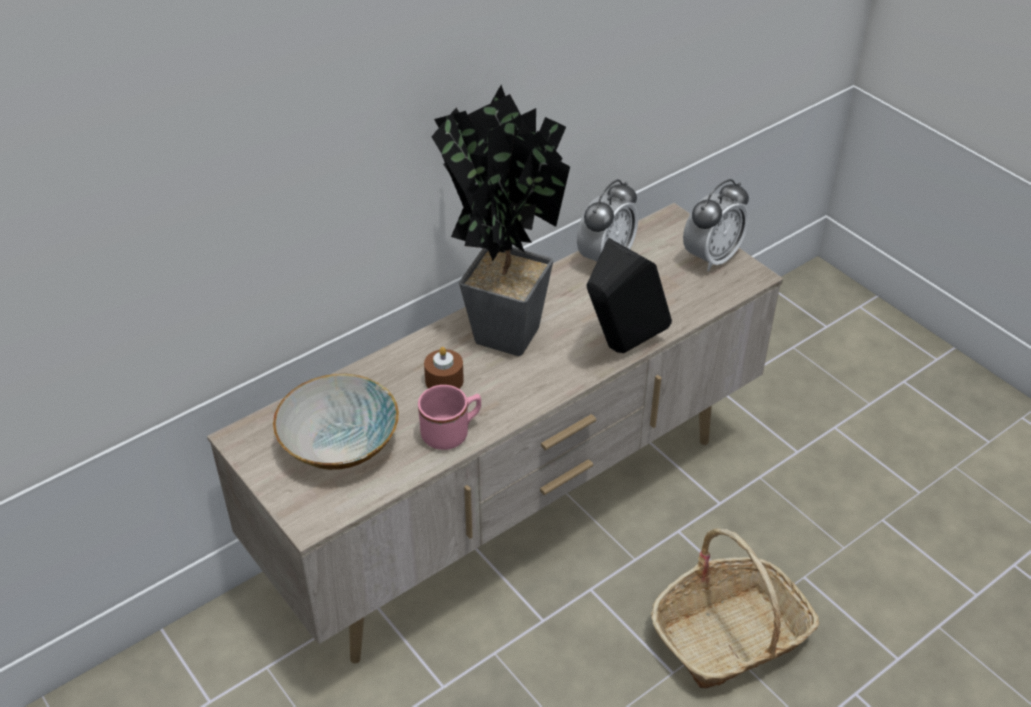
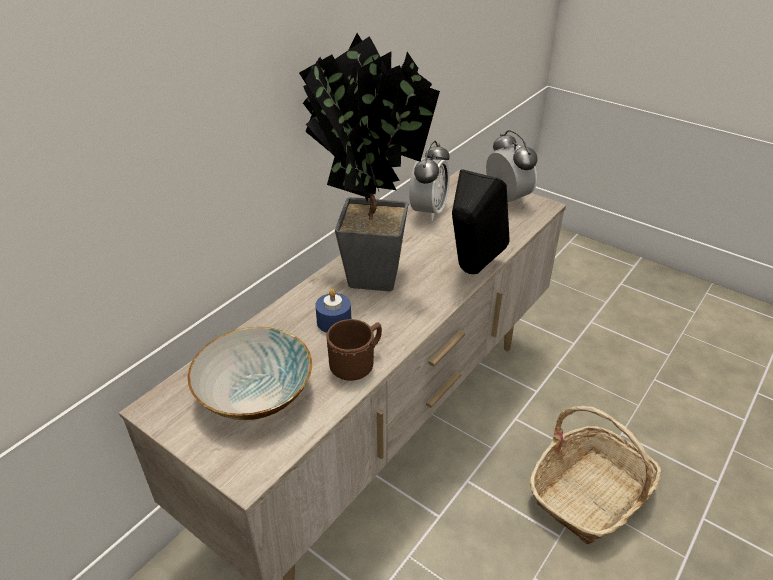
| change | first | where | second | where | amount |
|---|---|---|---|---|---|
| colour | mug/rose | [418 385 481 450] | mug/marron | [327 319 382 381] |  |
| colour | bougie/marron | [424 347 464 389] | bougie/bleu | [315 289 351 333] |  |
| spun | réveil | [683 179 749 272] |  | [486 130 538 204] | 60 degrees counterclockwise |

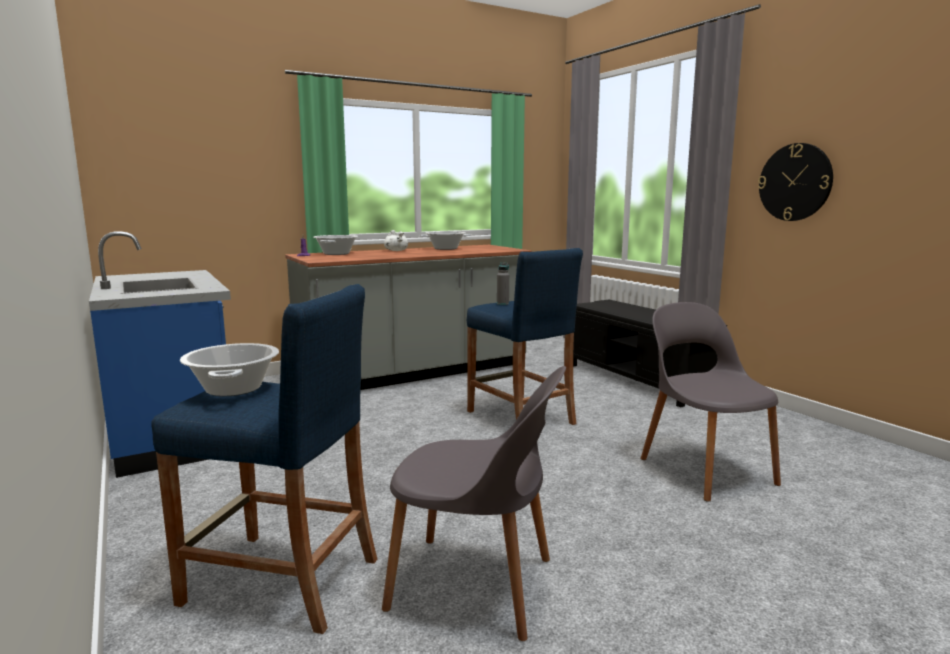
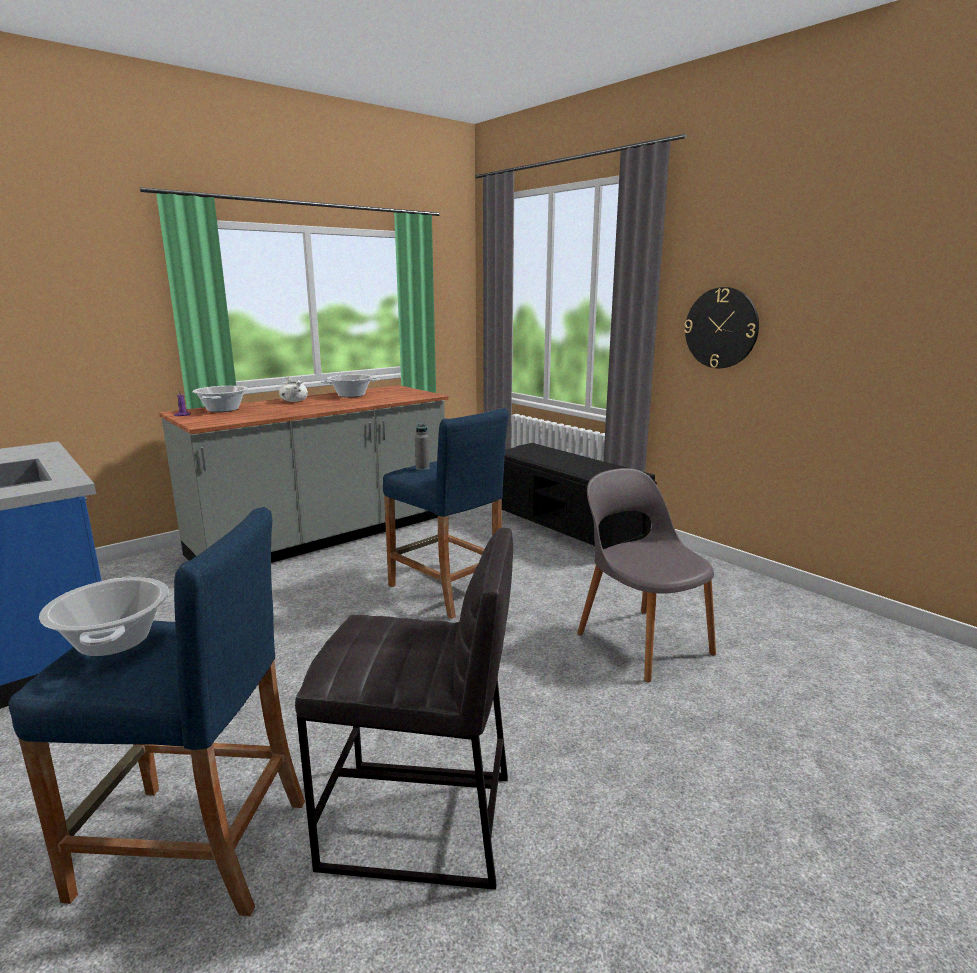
| change | first | where | second | where | amount |
|---|---|---|---|---|---|
| exchanged | chaise/gris | [382 366 566 641] | tabouret/gris | [295 528 513 890] |  |

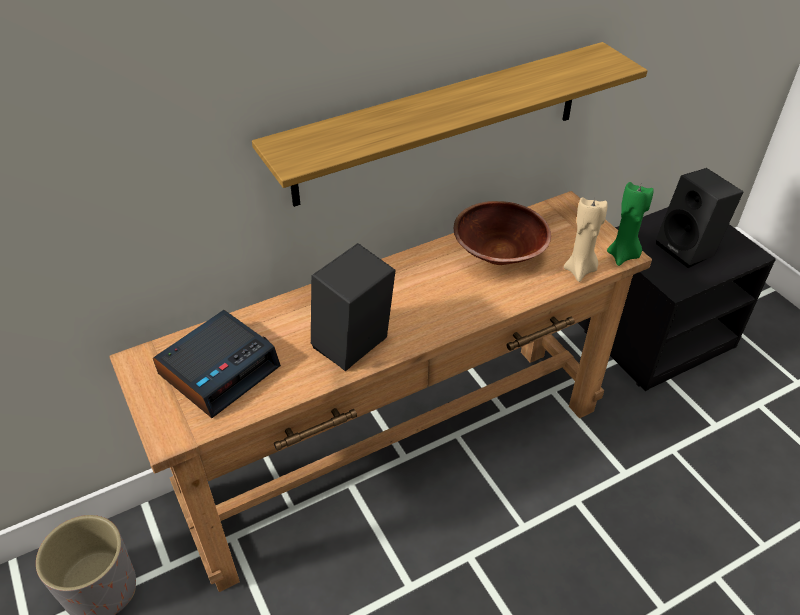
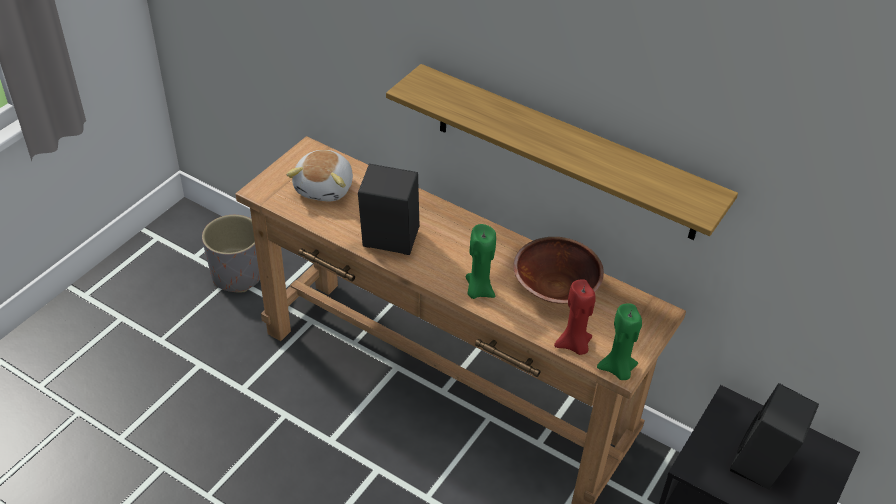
| change | first | where | second | where | amount |
|---|---|---|---|---|---|
| exchanged | réveil | [153 310 281 418] | peluche | [286 150 353 201] |  |
| colour | bougie/beige | [564 197 608 282] | bougie/rouge | [554 279 596 355] |  |
| appeared |  |  | bougie/vert | [466 224 496 299] |  |

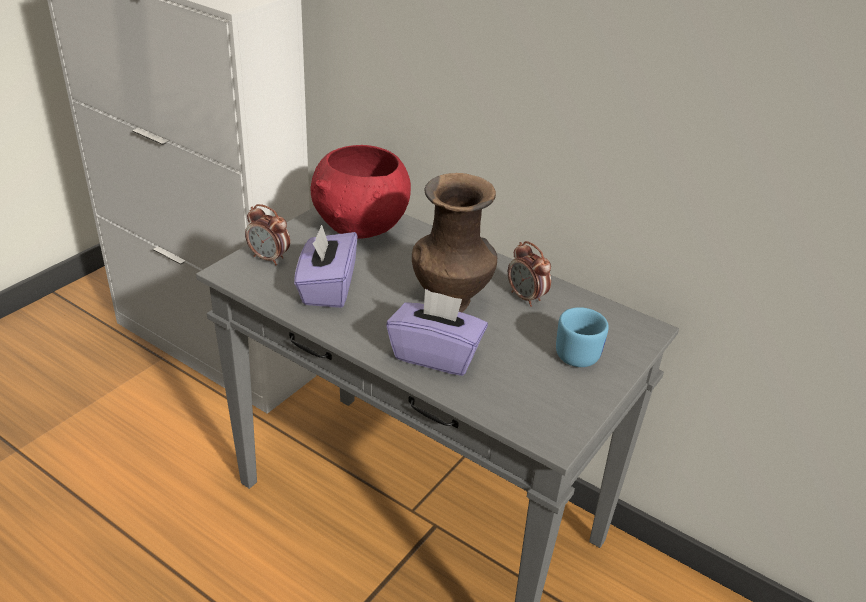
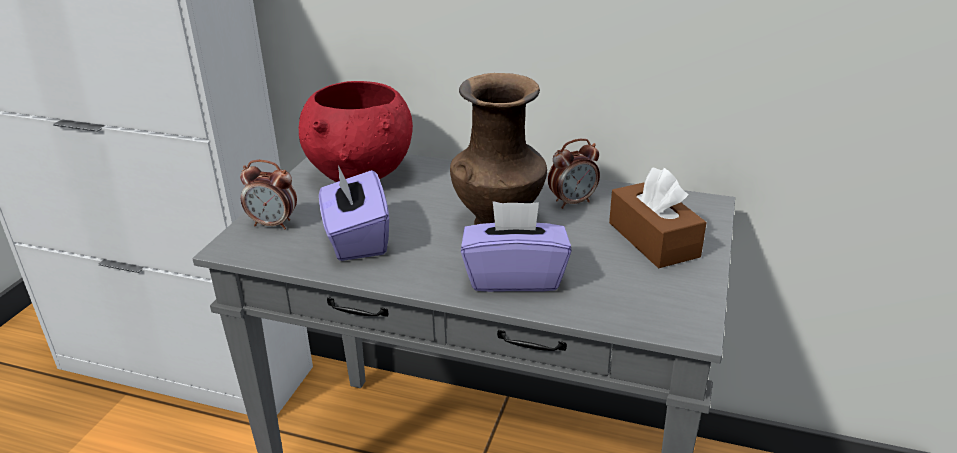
| change | first | where | second | where | amount |
|---|---|---|---|---|---|
| spun | réveil | [508 241 551 307] |  | [548 139 600 209] | 60 degrees counterclockwise |
| exchanged | mug/bleu | [556 307 609 367] | boîte à mouchoirs/marron | [609 168 707 268] |  |

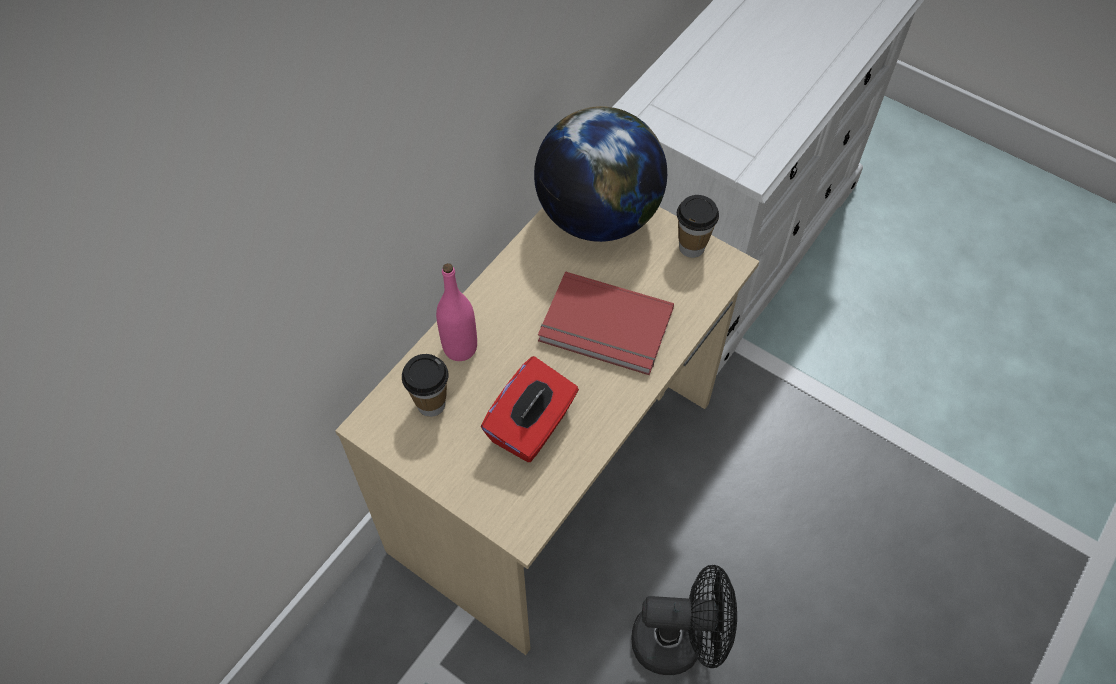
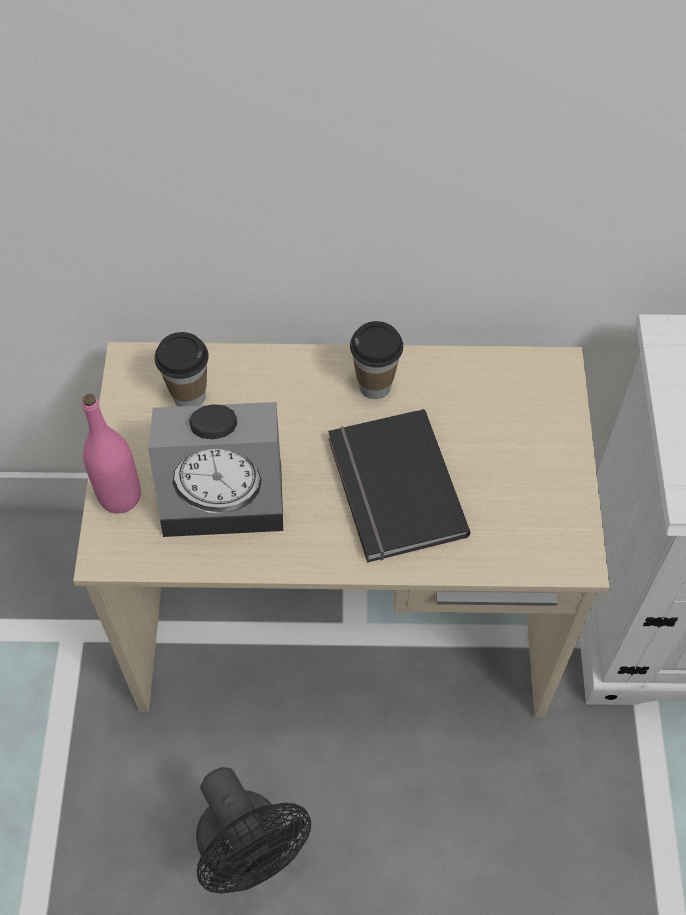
| change | first | where | second | where | amount |
|---|---|---|---|---|---|
| relocated | bouteille/rose | [436 263 477 361] |  | [82 394 141 513] |  |
| exchanged | boîte à mouchoirs/rouge | [481 356 579 462] | réveil | [148 402 283 537] |  |
| missing | globe | [534 106 667 242] |  |  |  |
| colour | livre/rouge | [538 271 674 375] | livre/noir | [328 409 470 562] |  |
| relocated | tasse | [677 195 719 258] |  | [350 321 403 399] |  |

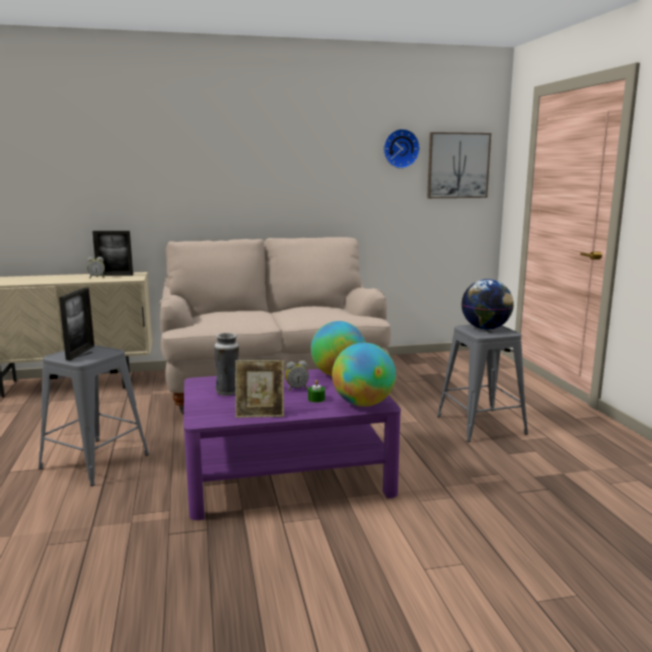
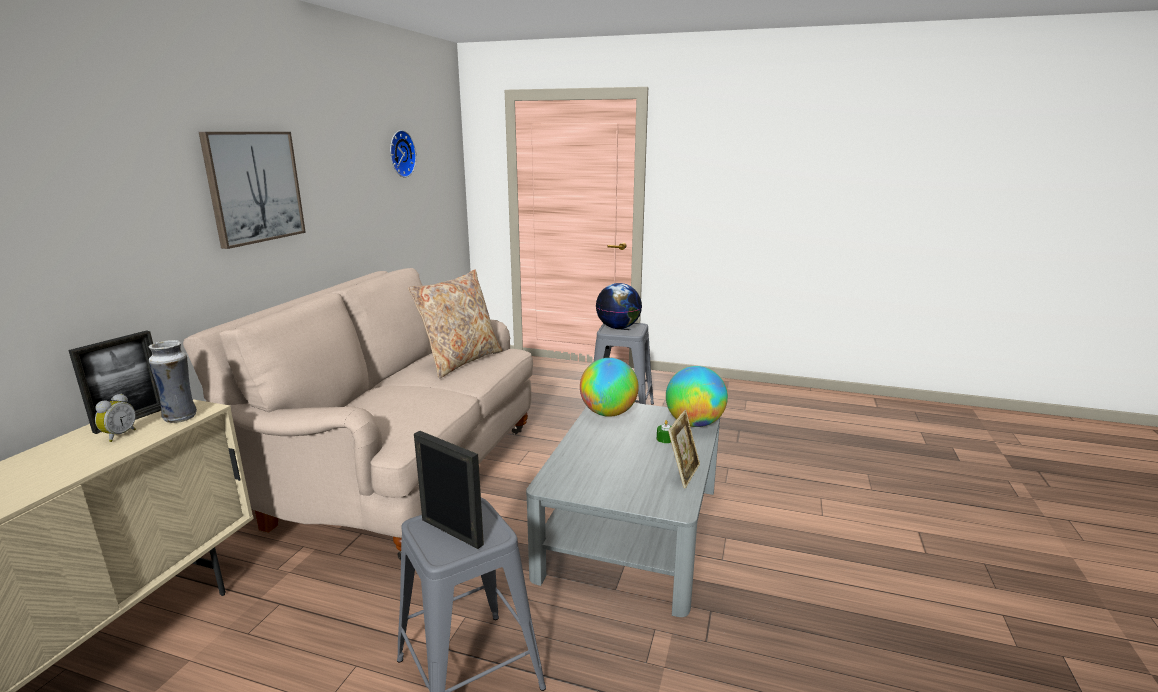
| change | first | where | second | where | amount |
|---|---|---|---|---|---|
| colour | table basse/violet | [184 369 401 520] | table basse/gris | [526 403 720 617] |  |
| relocated | vase | [214 333 239 396] |  | [149 340 197 423] |  |
| missing | réveil | [285 360 309 391] |  |  |  |
| relocated | tableau | [427 132 491 198] |  | [199 132 306 249] |  |
| appeared |  |  | coussin/beige | [408 269 502 379] |  |

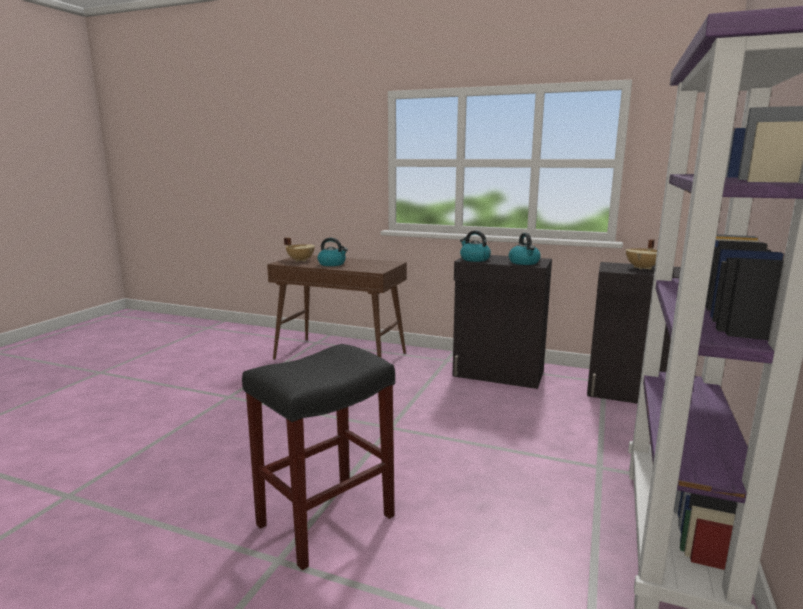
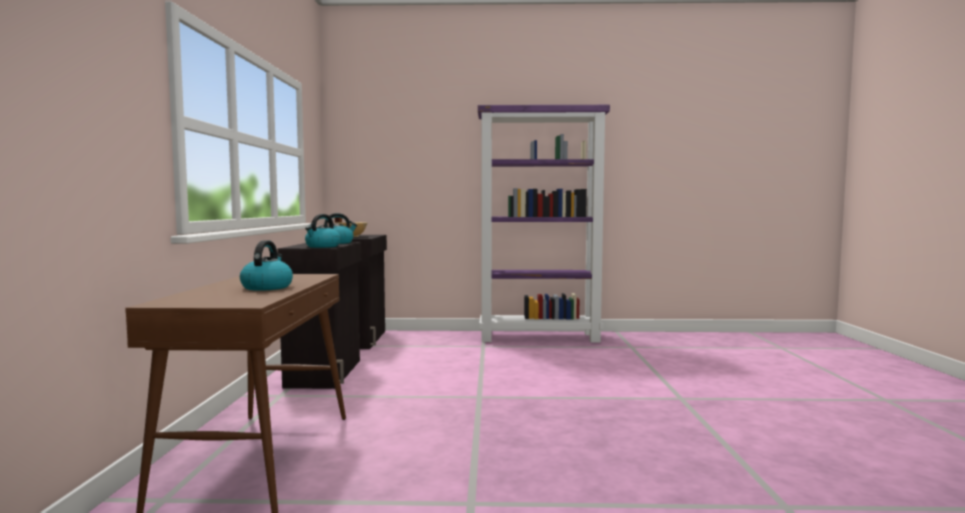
| change | first | where | second | where | amount |
|---|---|---|---|---|---|
| missing | tabouret/noir | [242 344 395 570] |  |  |  |
| missing | marmite/beige | [284 238 315 262] |  |  |  |

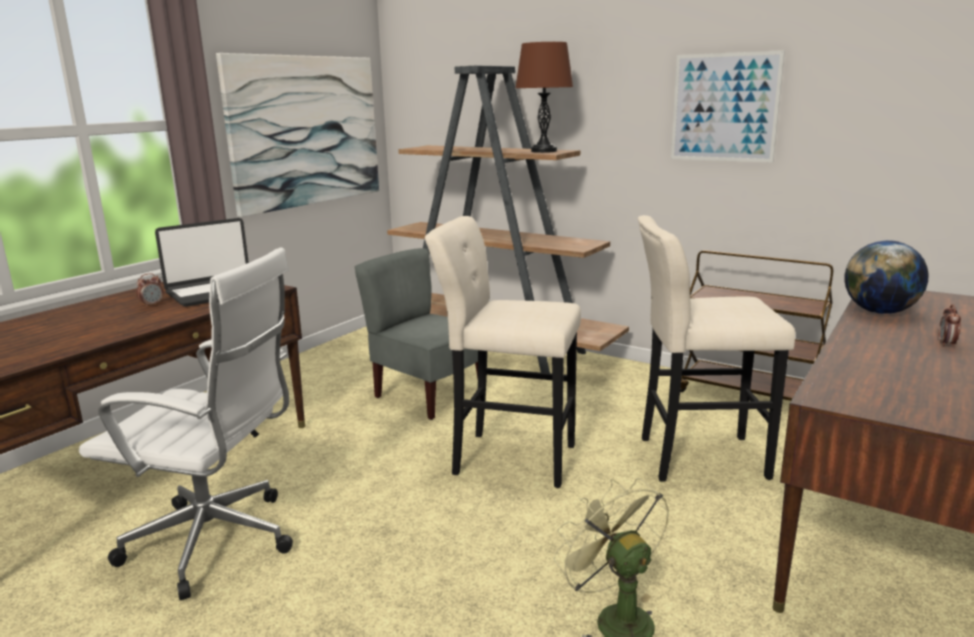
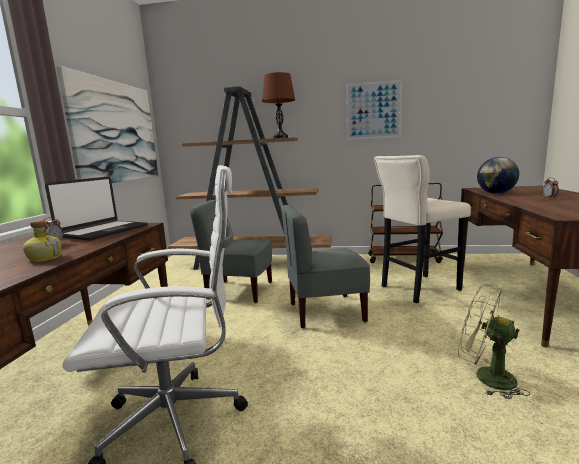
| change | first | where | second | where | amount |
|---|---|---|---|---|---|
| exchanged | tabouret/beige | [425 216 581 488] | chaise/gris | [281 205 370 328] |  |
| appeared |  |  | bouteille | [23 220 62 262] |  |

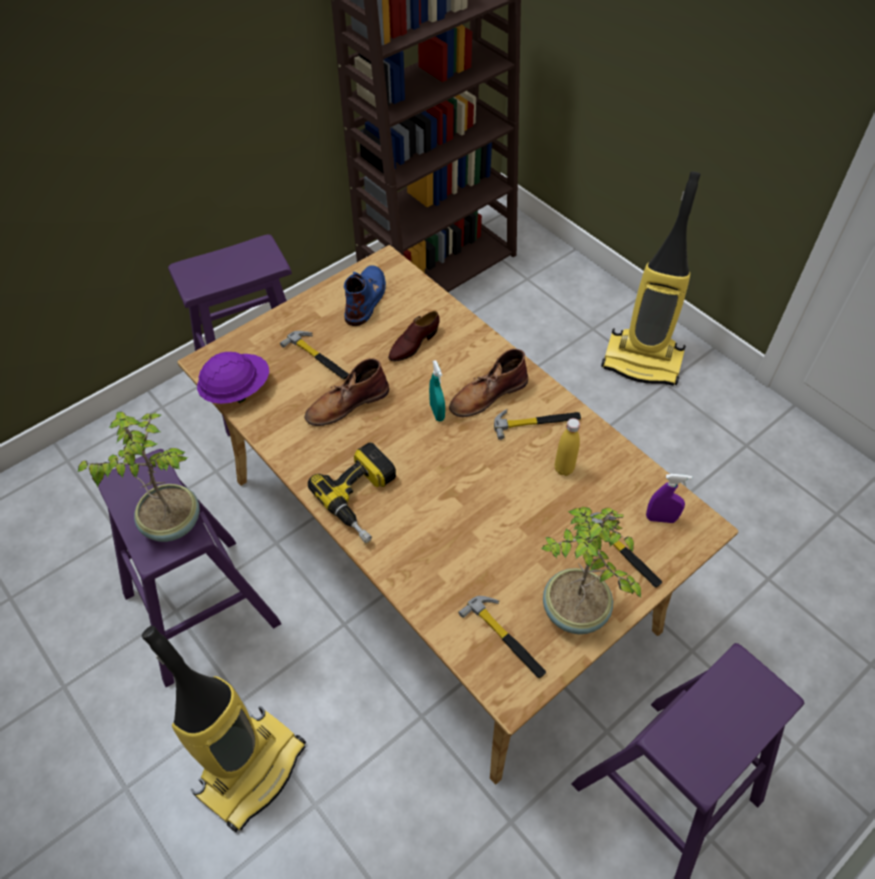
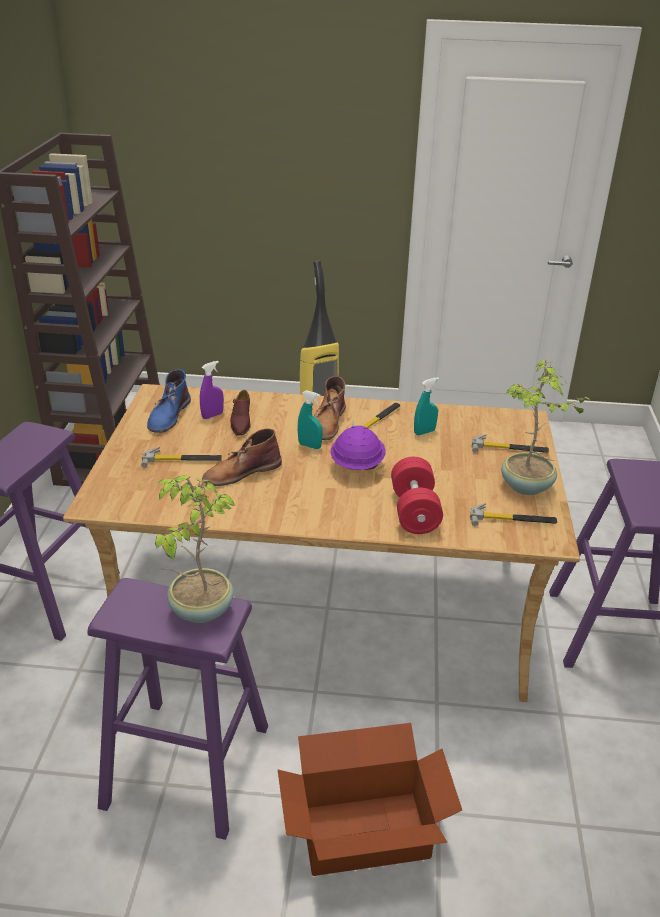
| change | first | where | second | where | amount |
|---|---|---|---|---|---|
| exchanged | aspirateur | [142 626 306 832] | carton | [278 723 462 876] |  |
| relocated | casque de chantier/violet | [197 352 269 404] |  | [331 426 386 470] |  |
| spun | botte/marron | [305 358 389 426] |  | [202 428 282 486] | 45 degrees clockwise |
| missing | perceuse | [308 443 396 543] |  |  |  |
| spun | botte/bleu | [344 265 386 326] |  | [147 369 191 433] | 135 degrees counterclockwise |
| exchanged | bouteille/jaune | [555 418 580 476] | vaporisateur/turquoise | [414 377 439 435] |  |
| relocated | vaporisateur/violet | [646 474 692 523] |  | [200 361 224 419] |  |
| appeared |  |  | haltère/rouge | [391 457 443 534] |  |

